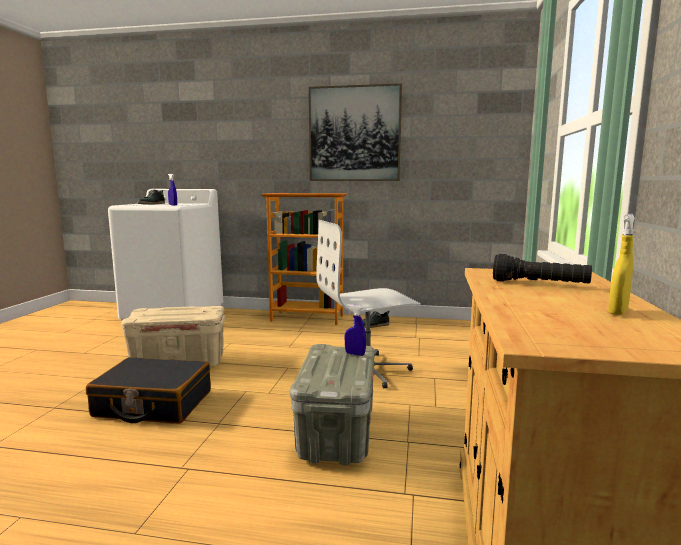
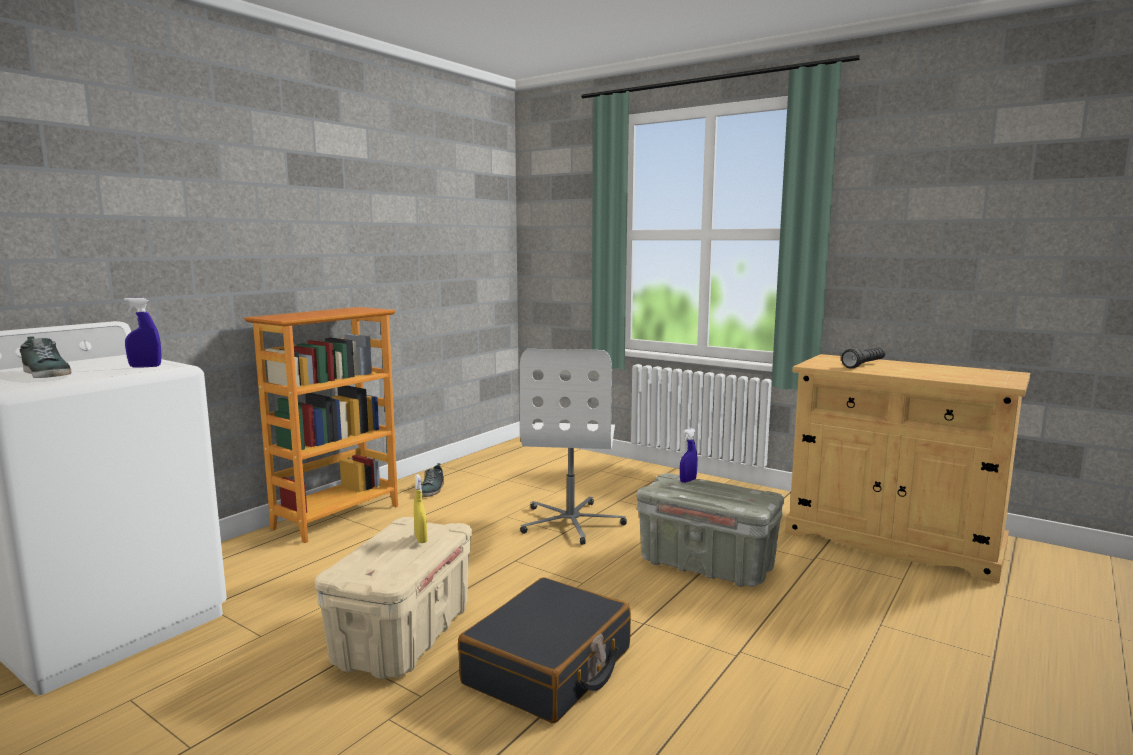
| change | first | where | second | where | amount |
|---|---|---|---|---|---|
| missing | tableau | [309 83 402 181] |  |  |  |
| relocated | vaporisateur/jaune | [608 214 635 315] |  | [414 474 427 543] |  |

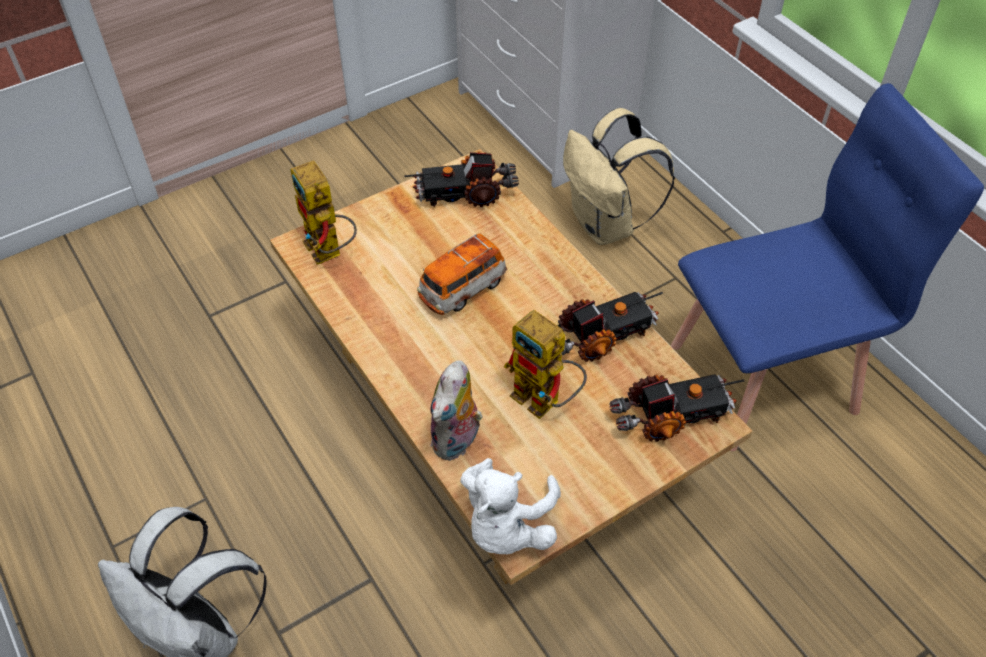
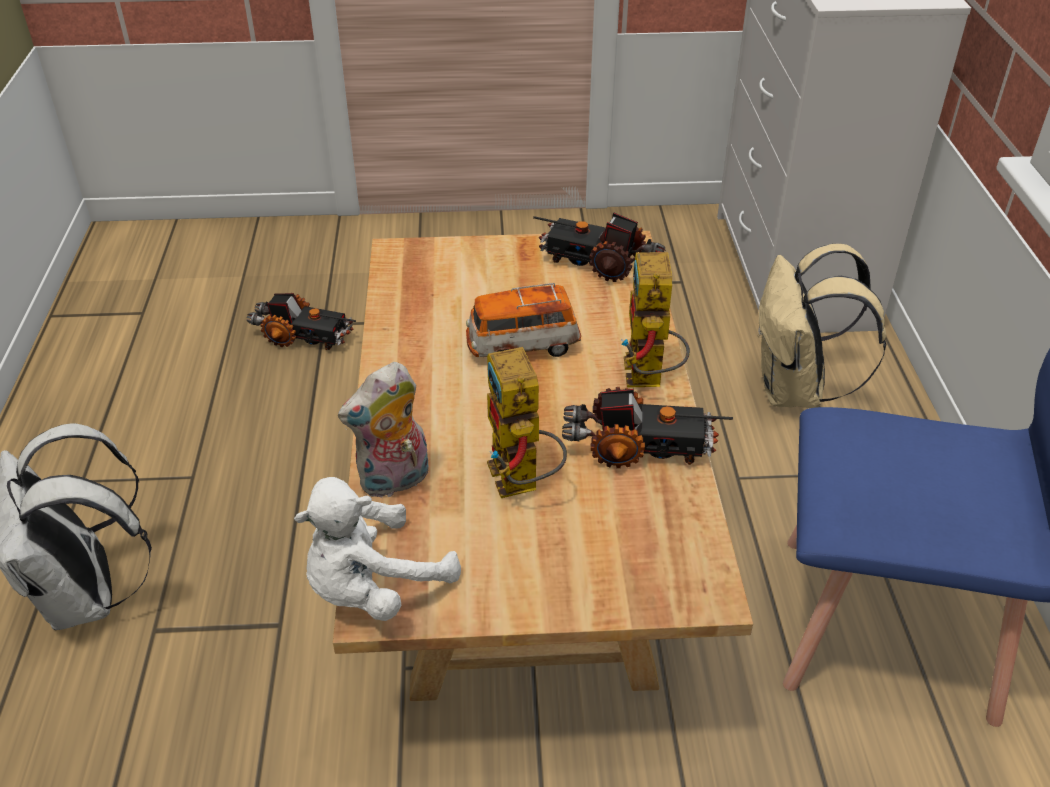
| change | first | where | second | where | amount |
|---|---|---|---|---|---|
| relocated | robot jouet | [290 160 357 265] |  | [621 252 690 388] |  |
| relocated | camion jouet | [609 374 744 442] |  | [247 293 356 350] |  |

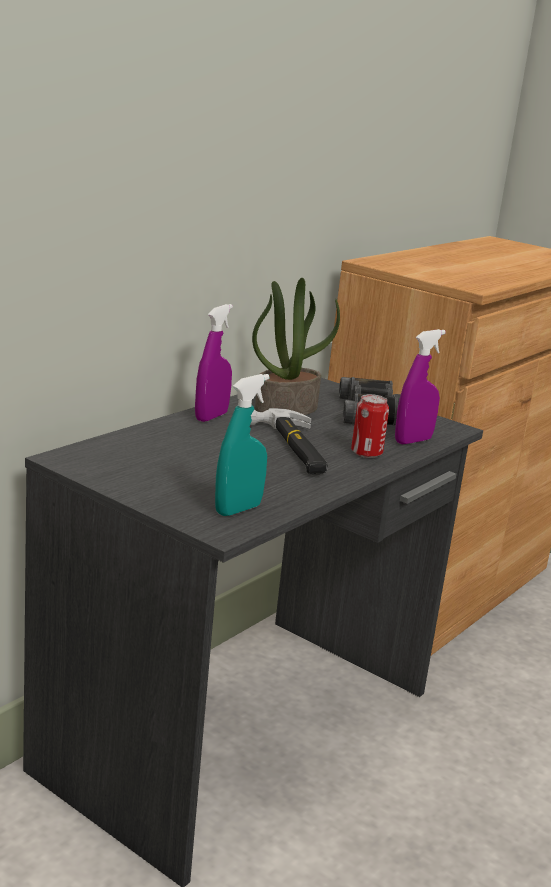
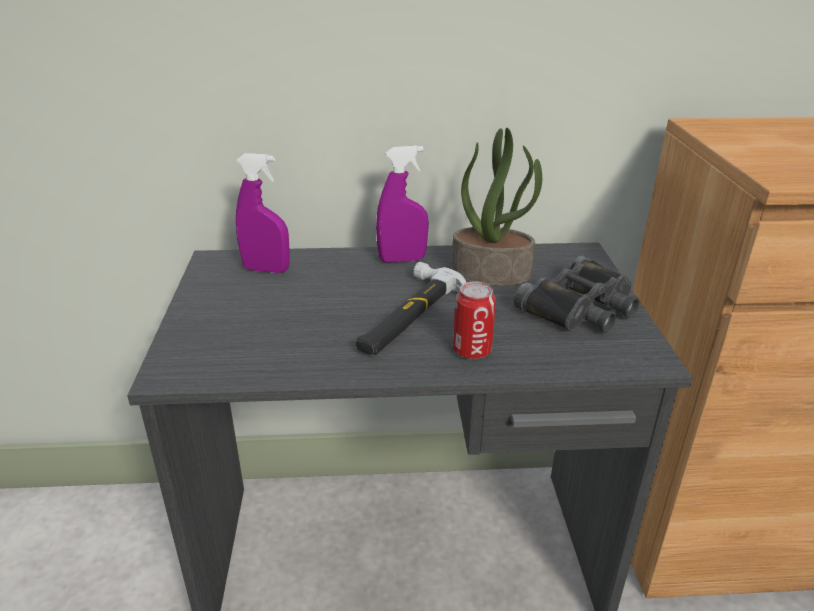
| change | first | where | second | where | amount |
|---|---|---|---|---|---|
| missing | vaporisateur/turquoise | [215 374 270 516] |  |  |  |
| relocated | vaporisateur/violet | [395 329 446 444] |  | [236 153 290 273] |  |

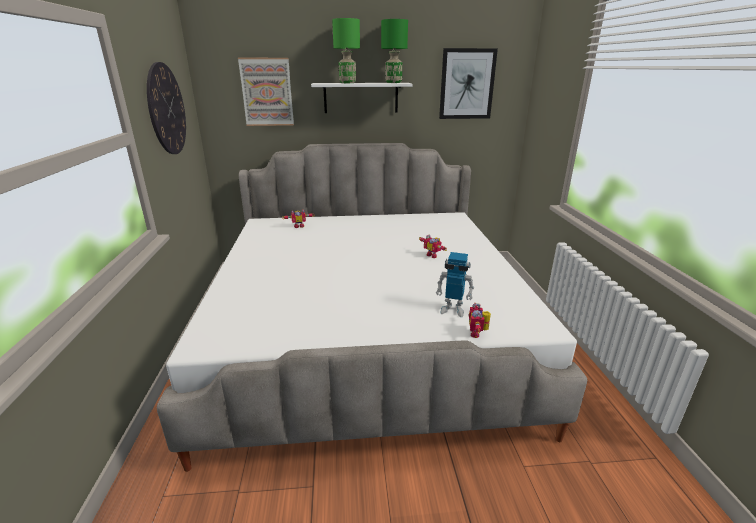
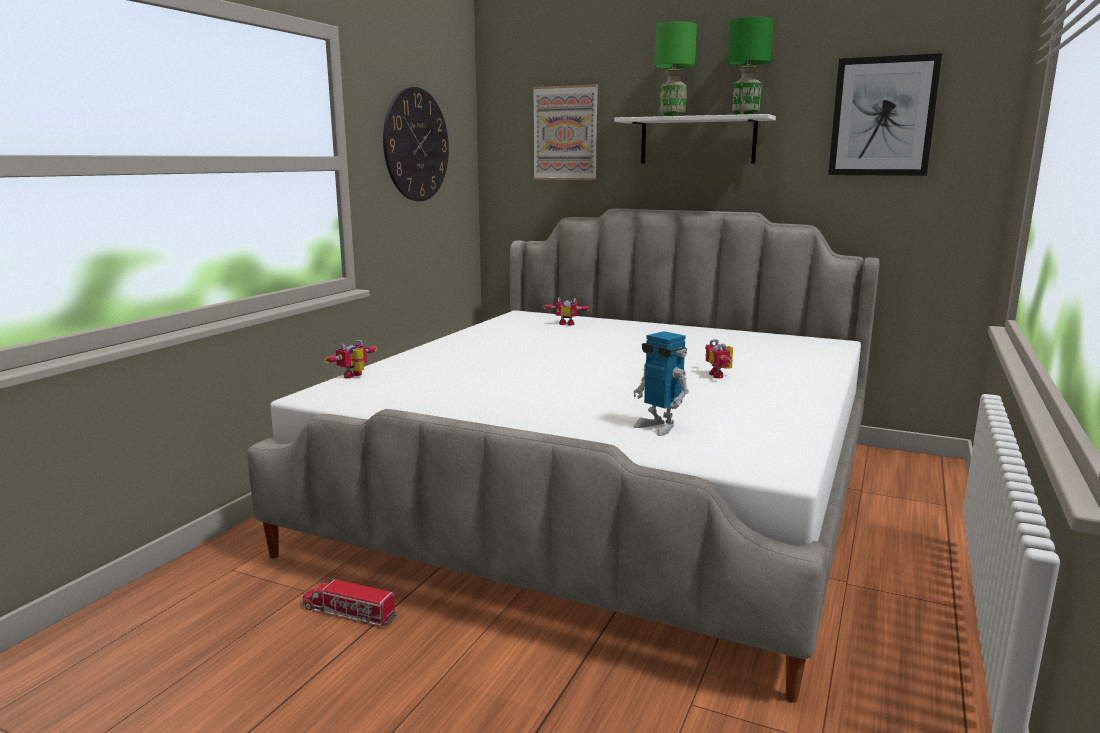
| change | first | where | second | where | amount |
|---|---|---|---|---|---|
| relocated | robot jouet | [469 303 491 338] |  | [324 340 377 378] |  |
| appeared |  |  | camion jouet | [303 578 397 626] |  |

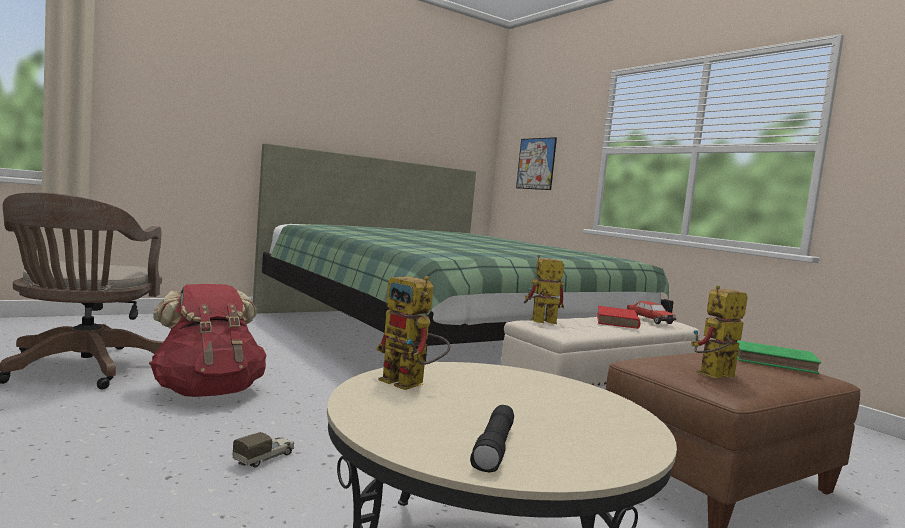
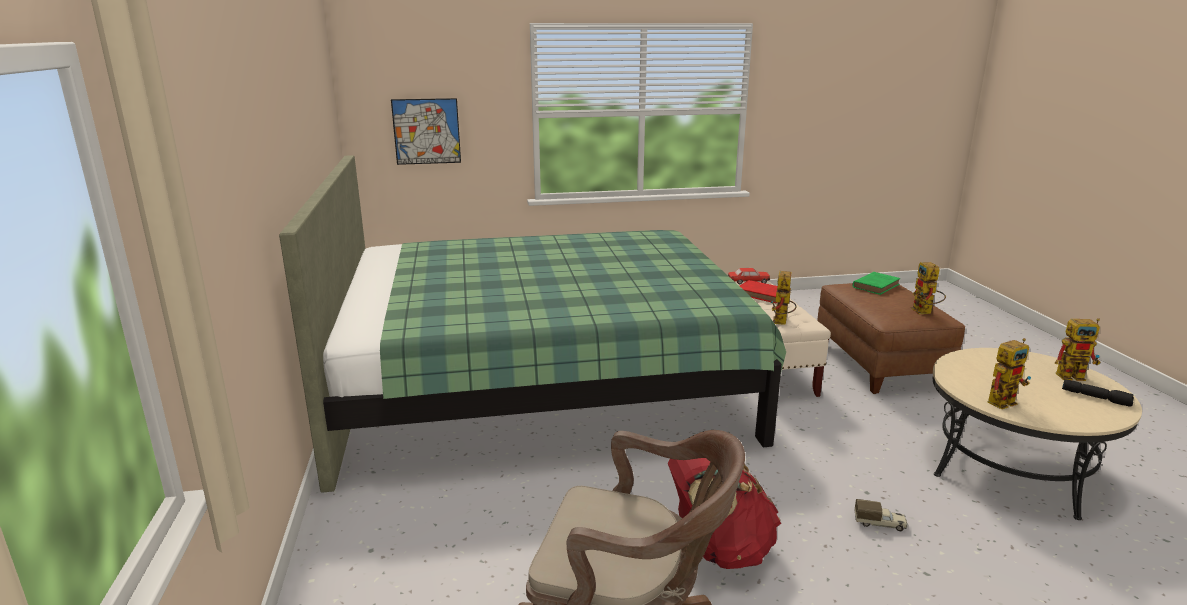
| change | first | where | second | where | amount |
|---|---|---|---|---|---|
| spun | camion jouet | [233 432 294 468] |  | [854 499 908 531] | 135 degrees clockwise |
| appeared |  |  | robot jouet | [1055 318 1100 381] |  |

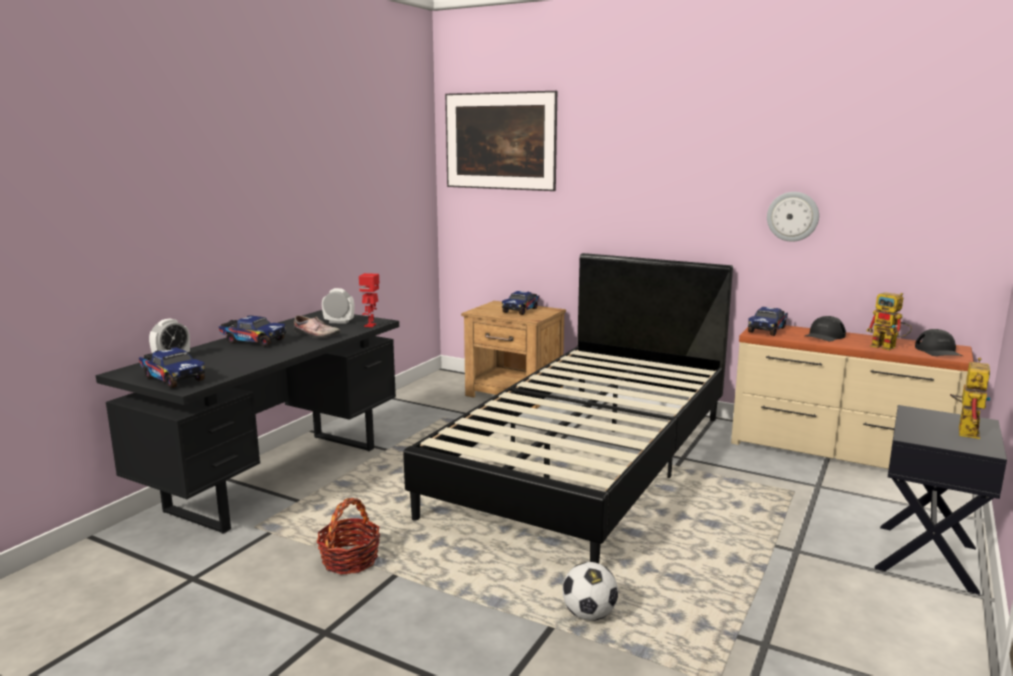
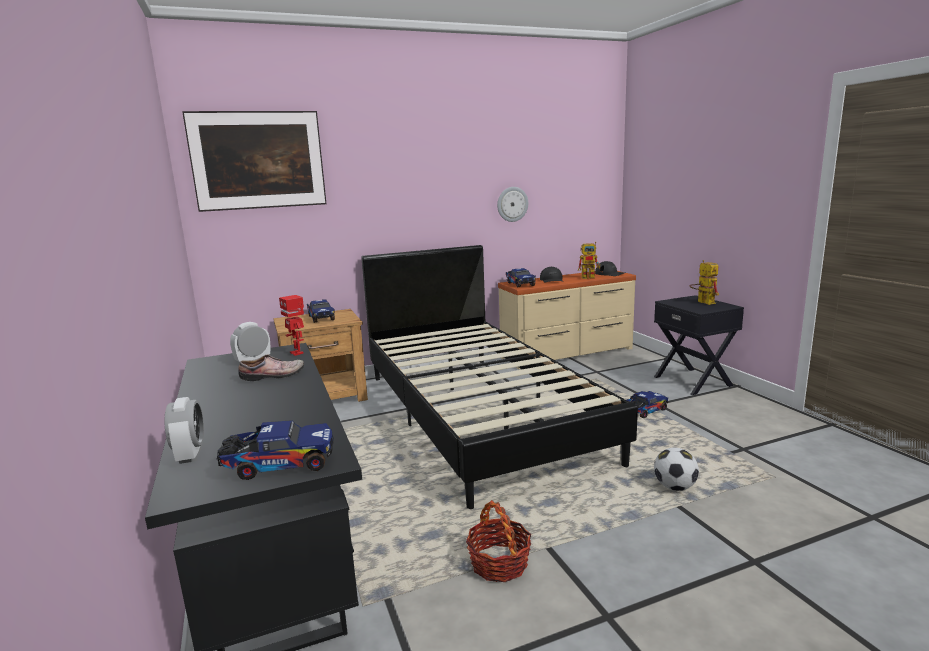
| change | first | where | second | where | amount |
|---|---|---|---|---|---|
| relocated | camion jouet | [219 315 286 347] |  | [627 391 668 418] |  |

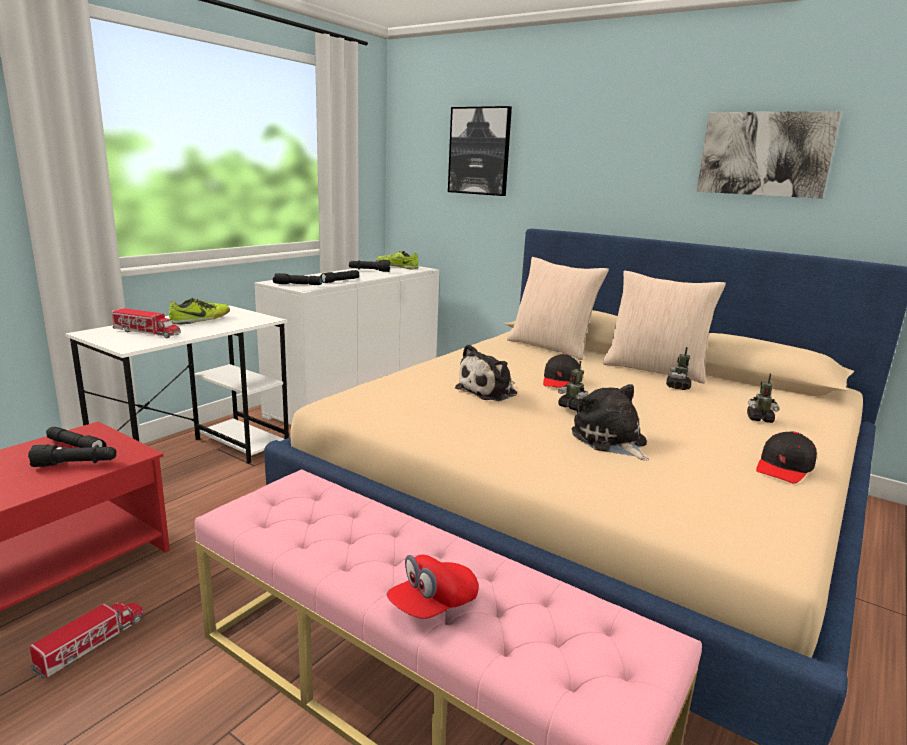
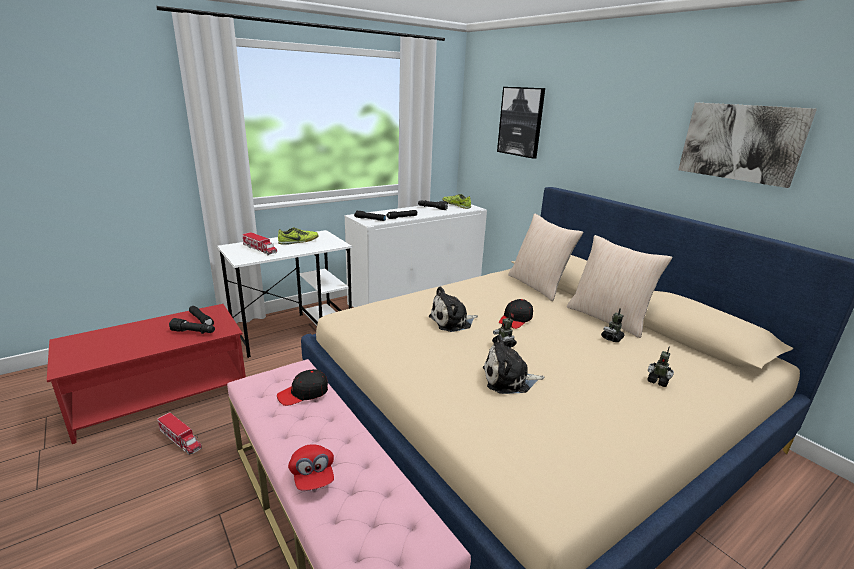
| change | first | where | second | where | amount |
|---|---|---|---|---|---|
| spun | camion jouet | [29 602 144 679] |  | [157 412 202 455] | 75 degrees clockwise |
| spun | casquette/rouge | [387 555 479 619] |  | [288 444 334 491] | 90 degrees counterclockwise |
| spun | peluche | [572 384 649 461] |  | [483 334 544 394] | 90 degrees counterclockwise |
| relocated | casquette/noir | [756 432 817 483] |  | [277 369 328 406] |  |

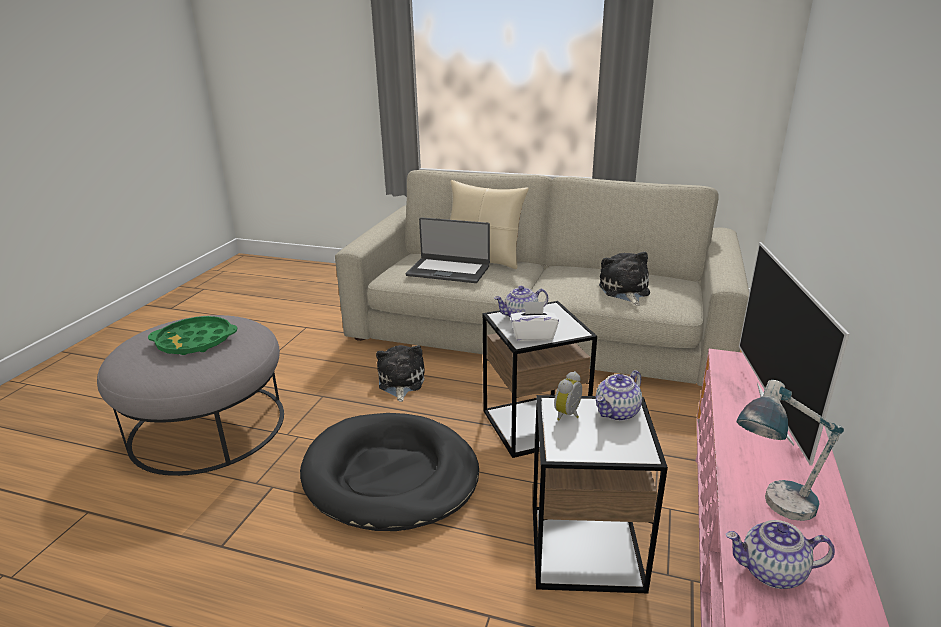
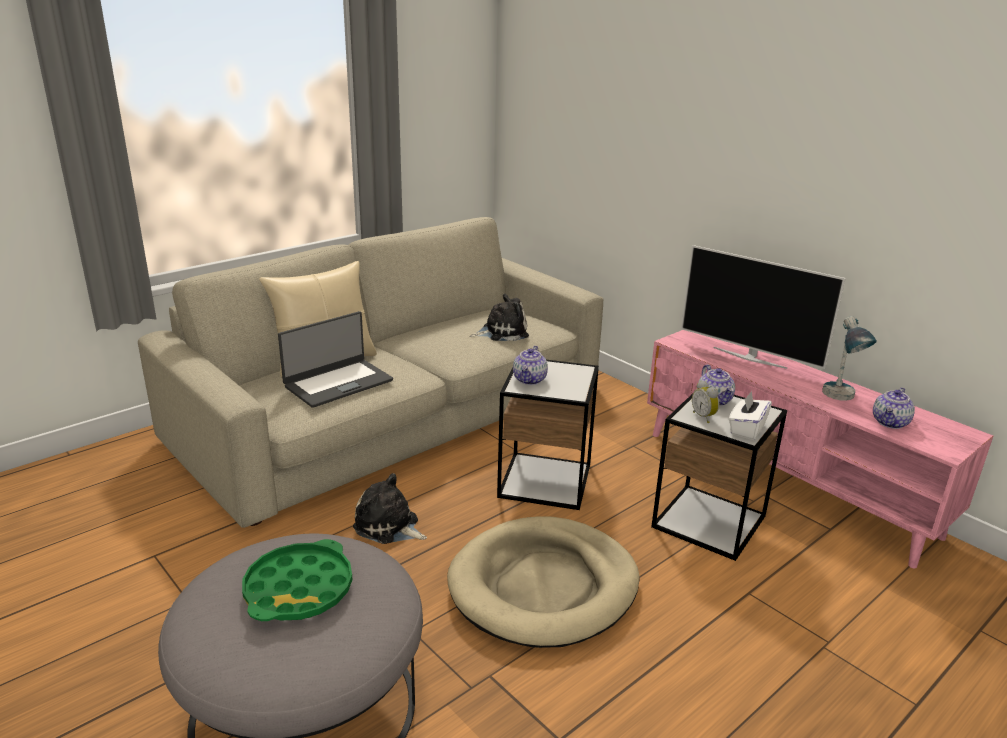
| change | first | where | second | where | amount |
|---|---|---|---|---|---|
| colour | panier pour chien/noir | [300 413 479 531] | panier pour chien/beige | [447 516 639 648] |  |
| relocated | boîte à mouchoirs/blanc | [510 302 559 341] |  | [729 391 772 440] |  |
| spun | peluche | [599 252 650 305] |  | [470 294 529 341] | 135 degrees clockwise |

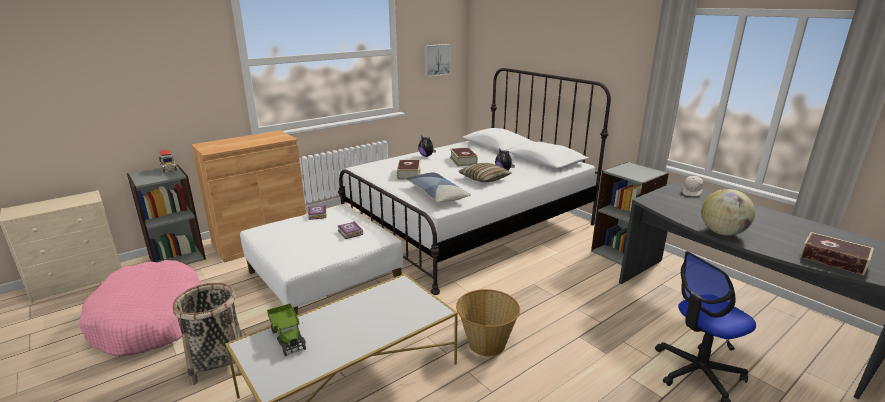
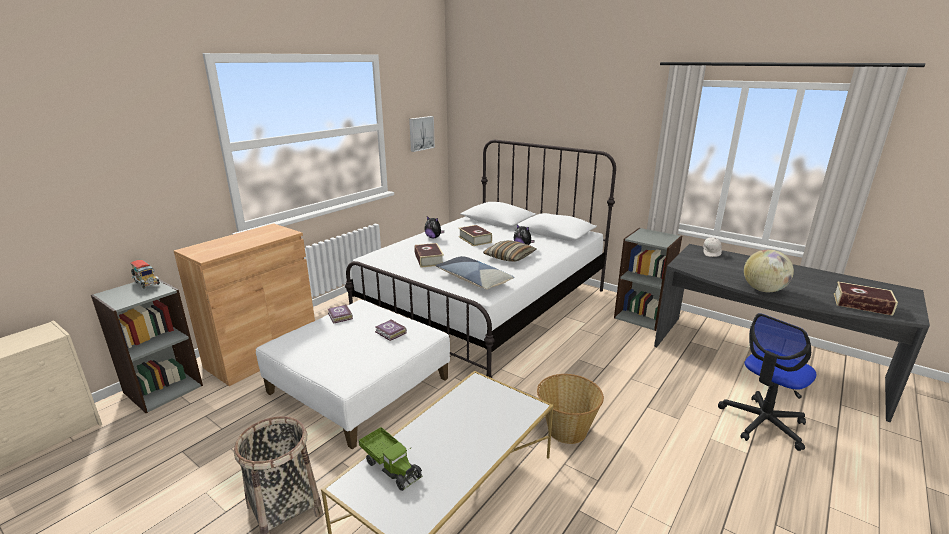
| change | first | where | second | where | amount |
|---|---|---|---|---|---|
| missing | panier pour chien/rose | [79 260 202 356] |  |  |  |

